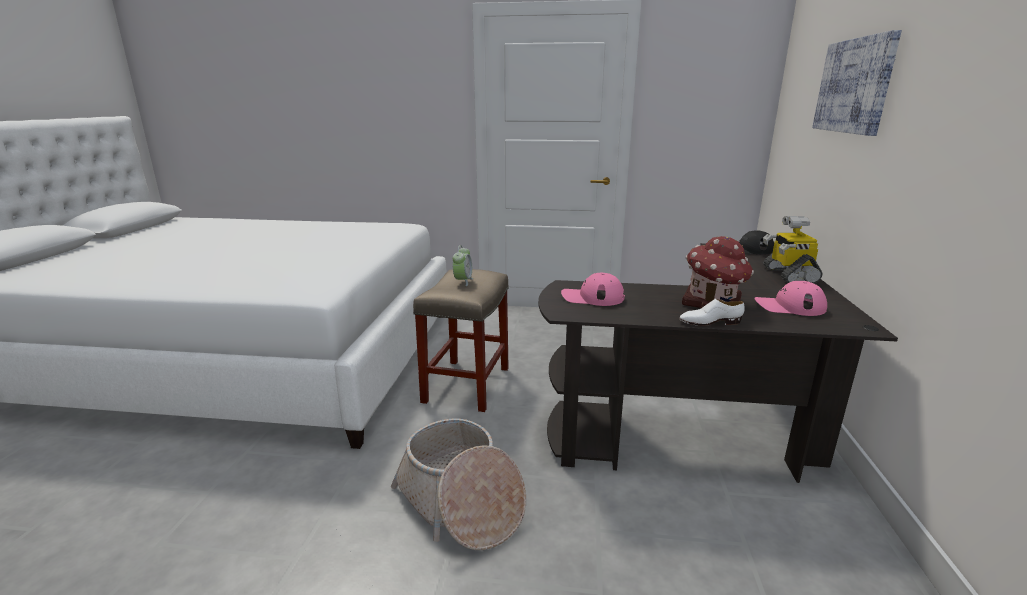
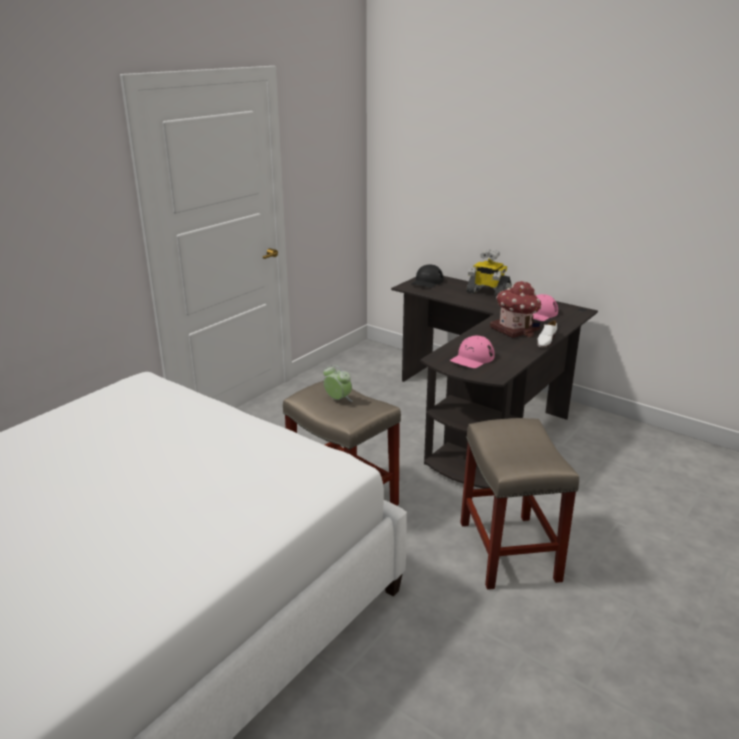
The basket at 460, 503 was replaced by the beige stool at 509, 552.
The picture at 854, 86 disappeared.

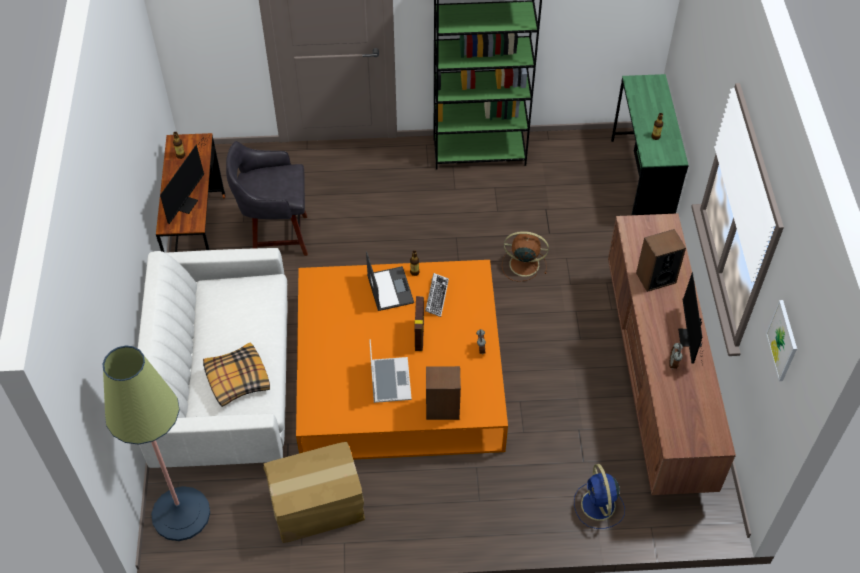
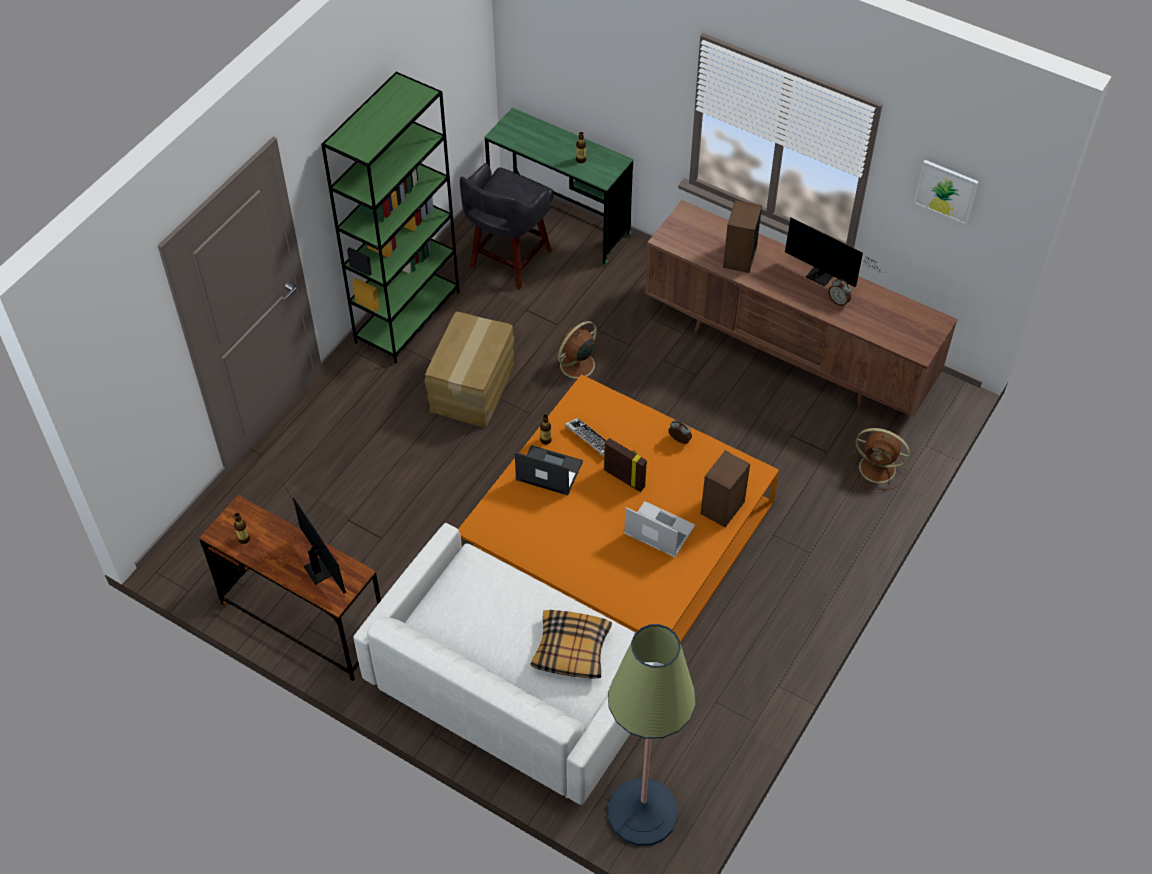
The cardboard box moved from 317, 506 to 473, 388.
The grey stool moved from 276, 236 to 508, 261.
The blue fan at 598, 506 became the brown fan at 879, 469.

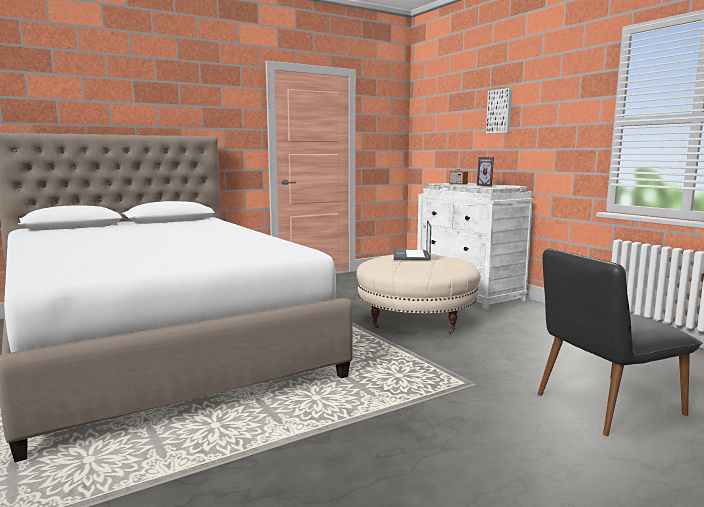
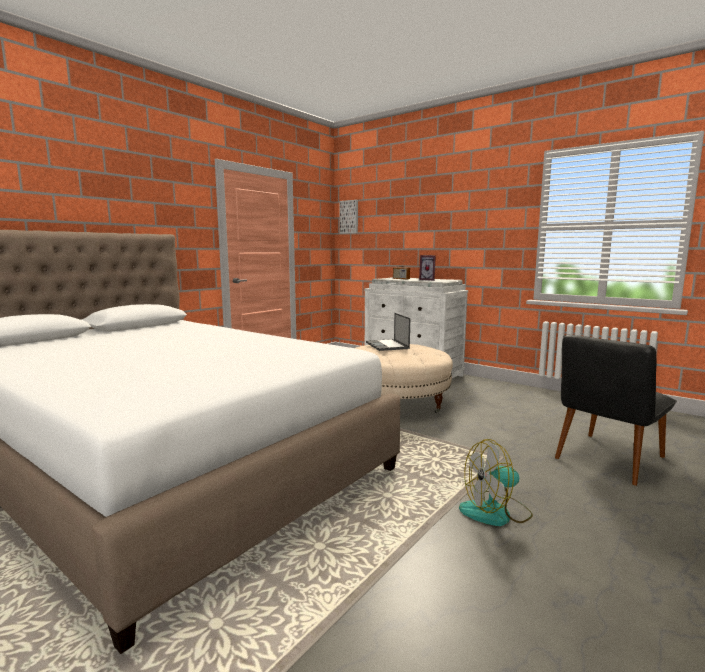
The picture moved from 500, 111 to 349, 217.
The fan at 496, 512 appeared.

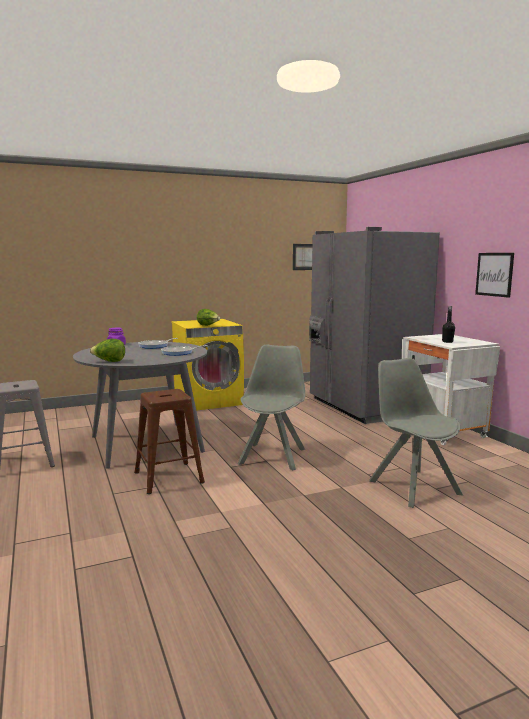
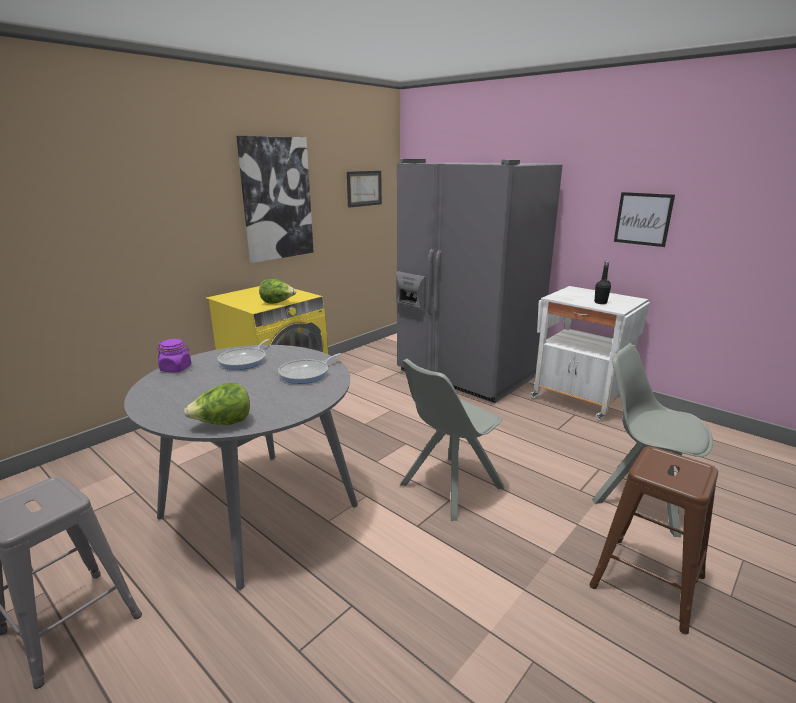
The picture at 276, 199 appeared.
The grey chair at 273, 456 turned 120 degrees counterclockwise.
The brown stool moved from 168, 477 to 647, 581.

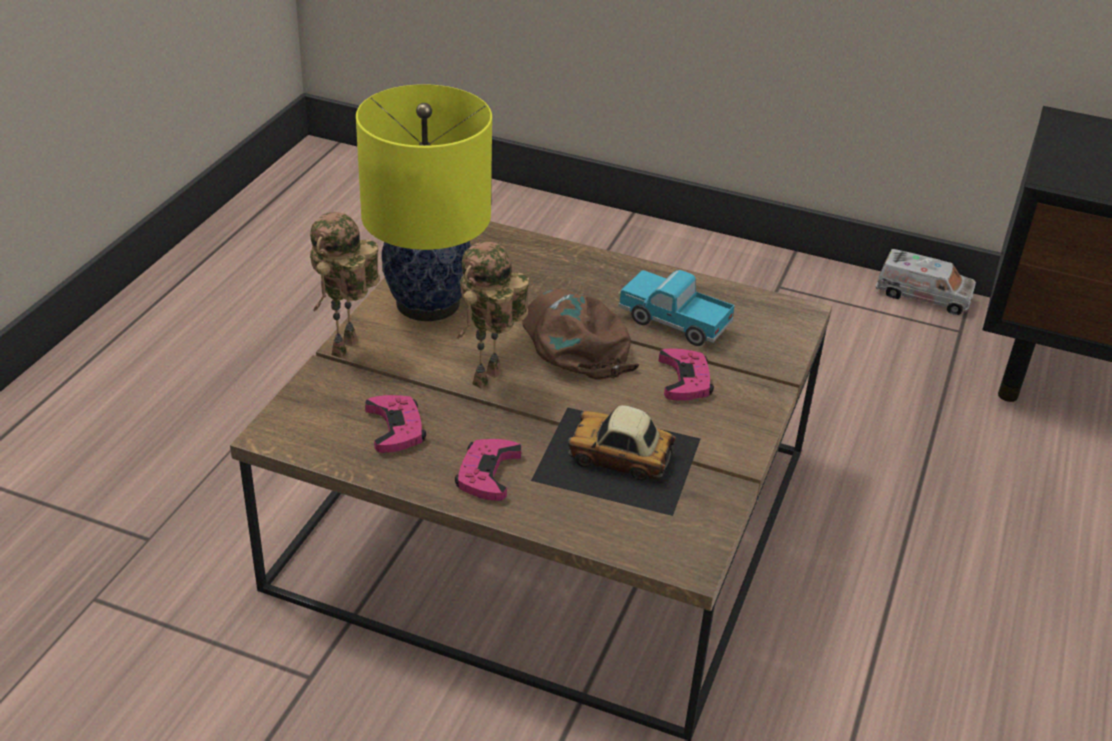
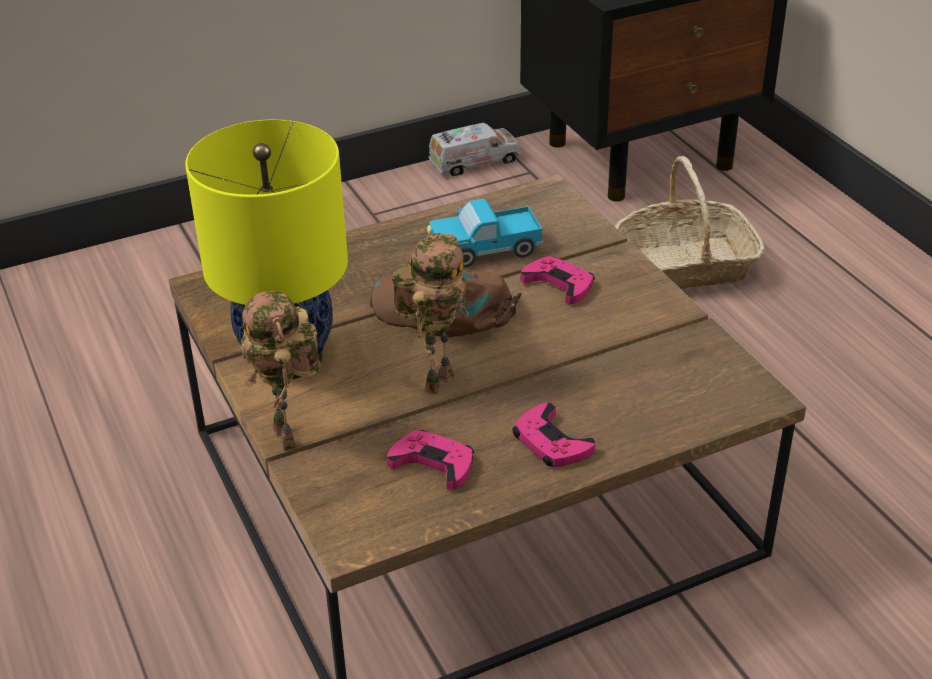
The toy robot at 489, 381 turned 135 degrees counterclockwise.
The basket at 684, 266 appeared.
The toy car at 618, 460 disappeared.

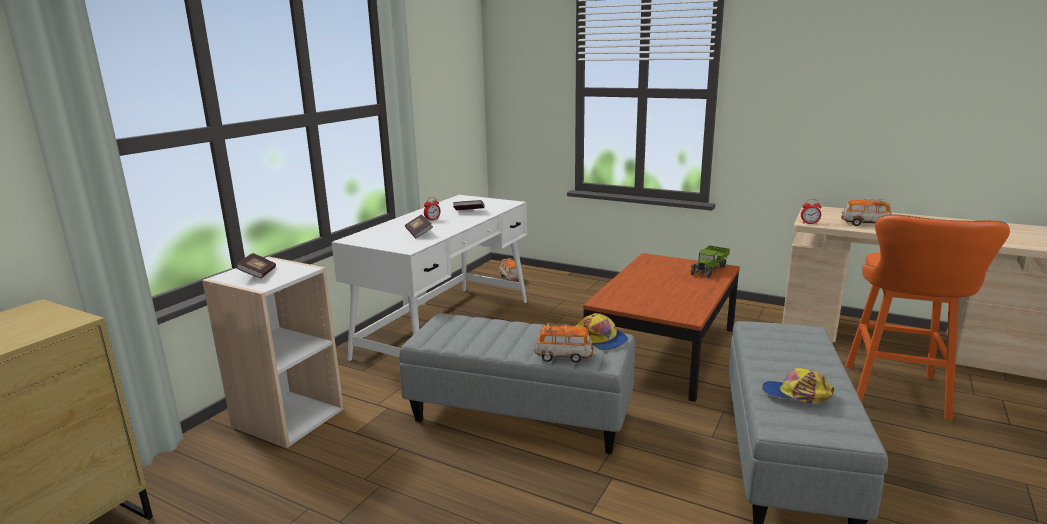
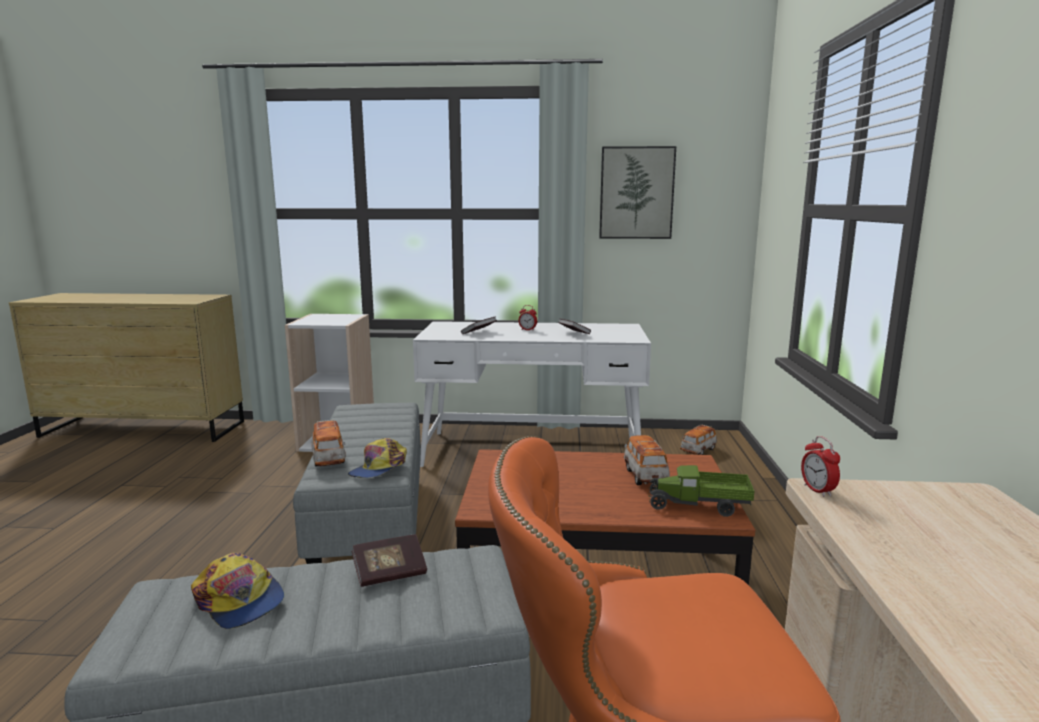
The cap at 796, 395 turned 135 degrees clockwise.
The book moved from 258, 274 to 390, 573.
The picture at 636, 193 appeared.
The toy car moved from 865, 224 to 645, 476.

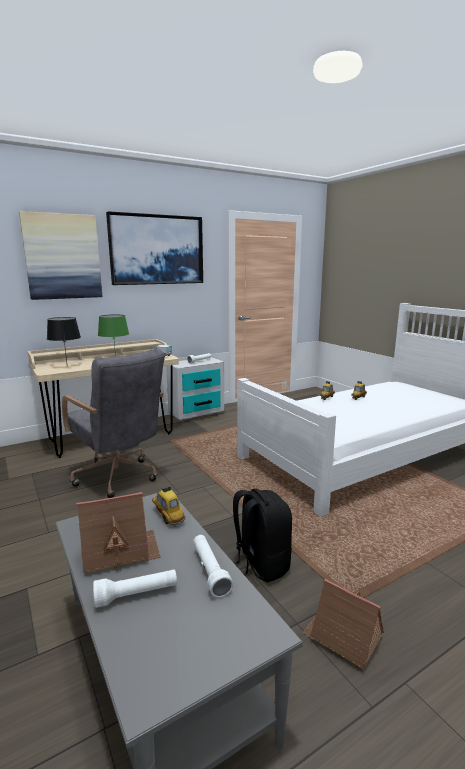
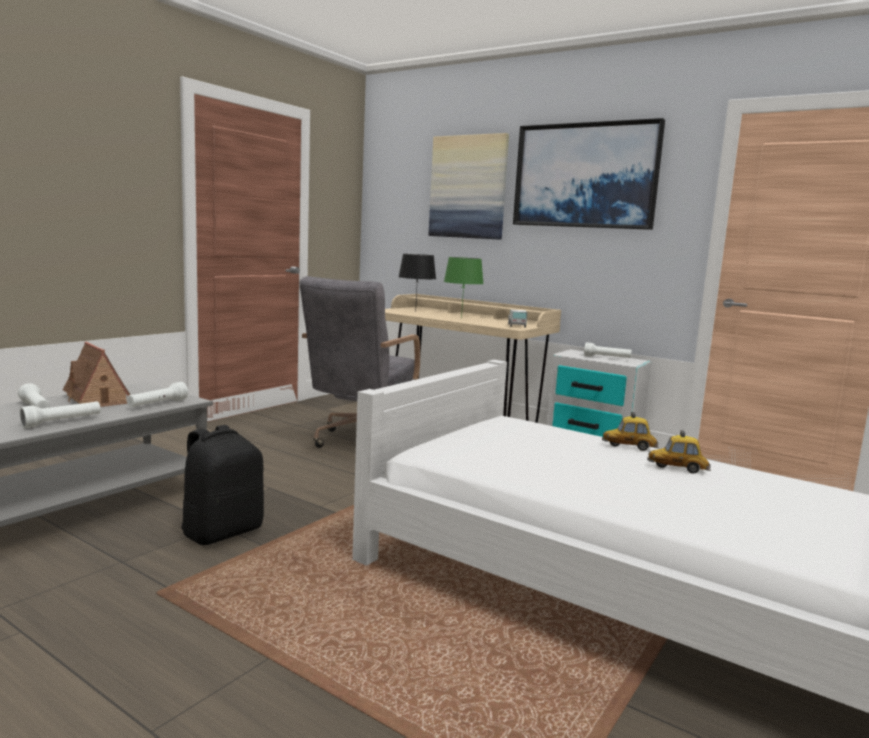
The toy car at 167, 515 was replaced by the white flashlight at 157, 404.
The toy house at 342, 637 disappeared.

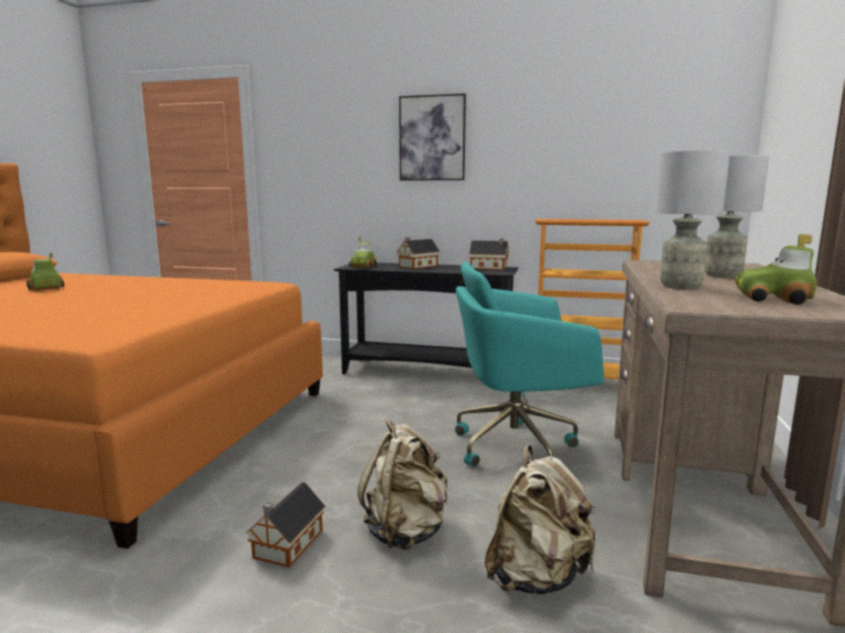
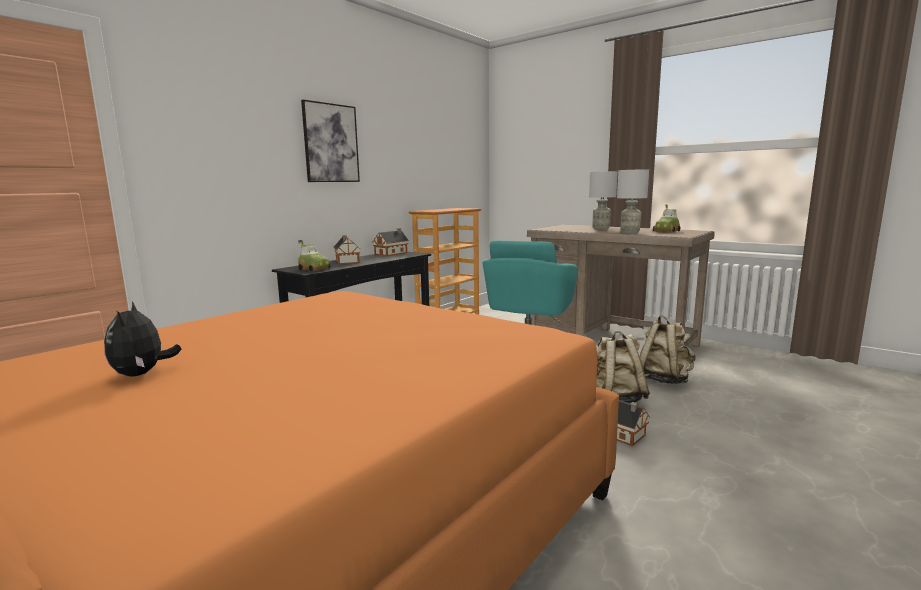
The toy car at 44, 288 was replaced by the plush toy at 142, 374.

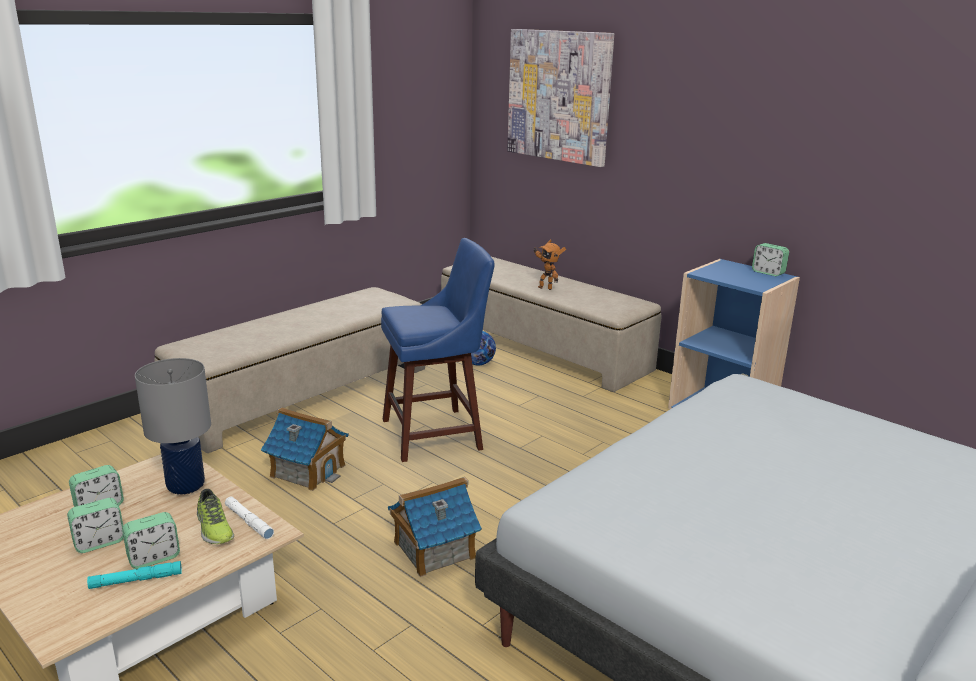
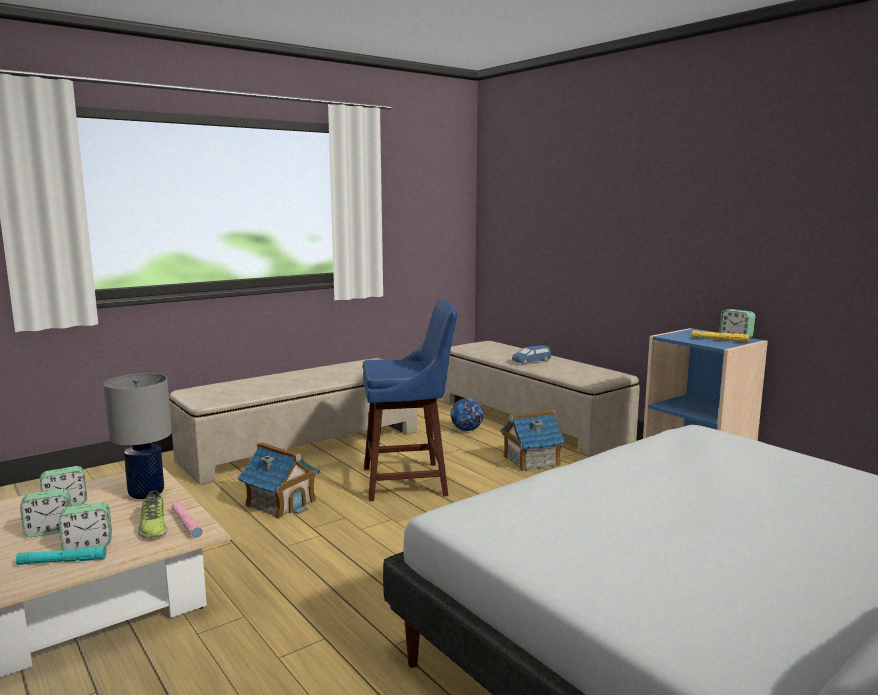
The white flashlight at 249, 522 became the pink flashlight at 186, 523.
The toy house moved from 433, 550 to 531, 461.
The toy robot at 545, 288 was replaced by the blue toy car at 531, 362.
The yellow flashlight at 719, 340 appeared.
The picture at 559, 96 disappeared.

